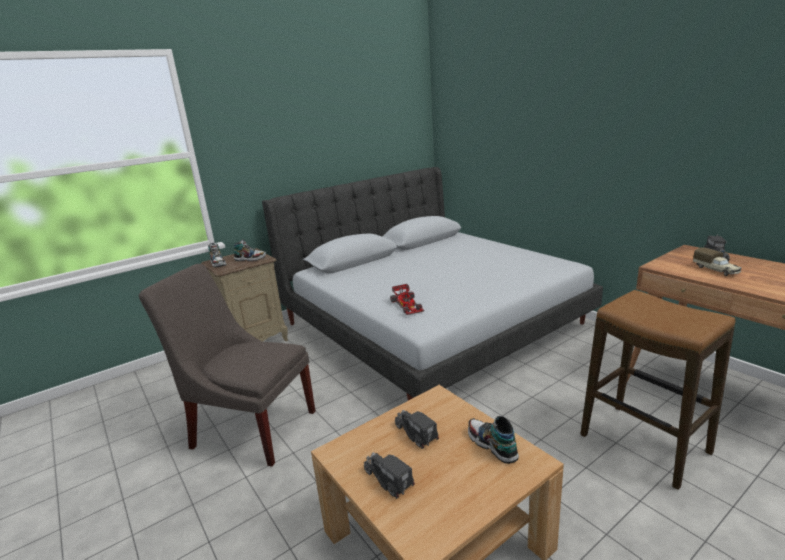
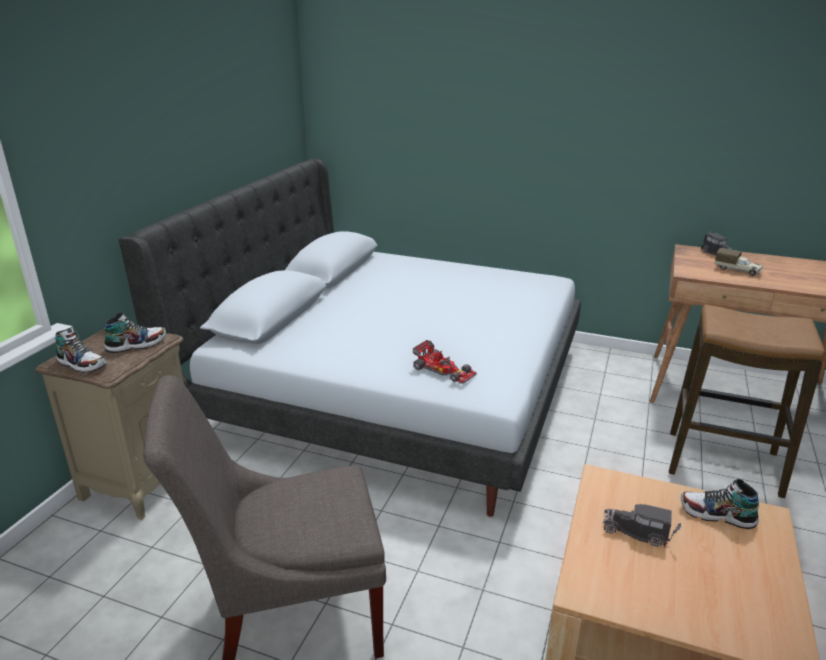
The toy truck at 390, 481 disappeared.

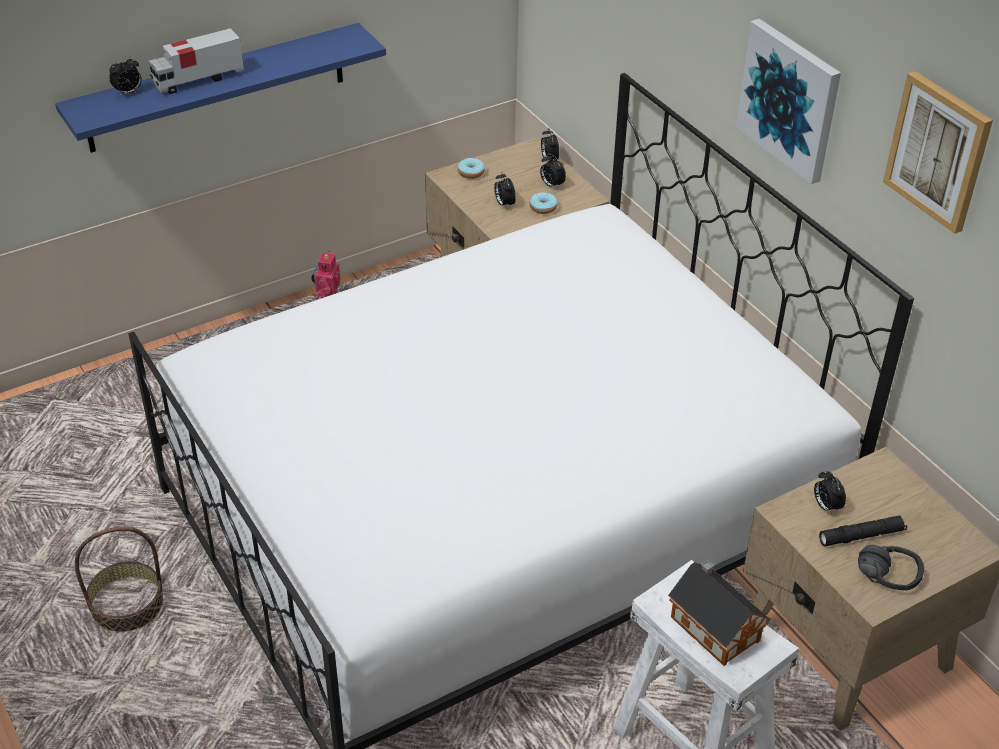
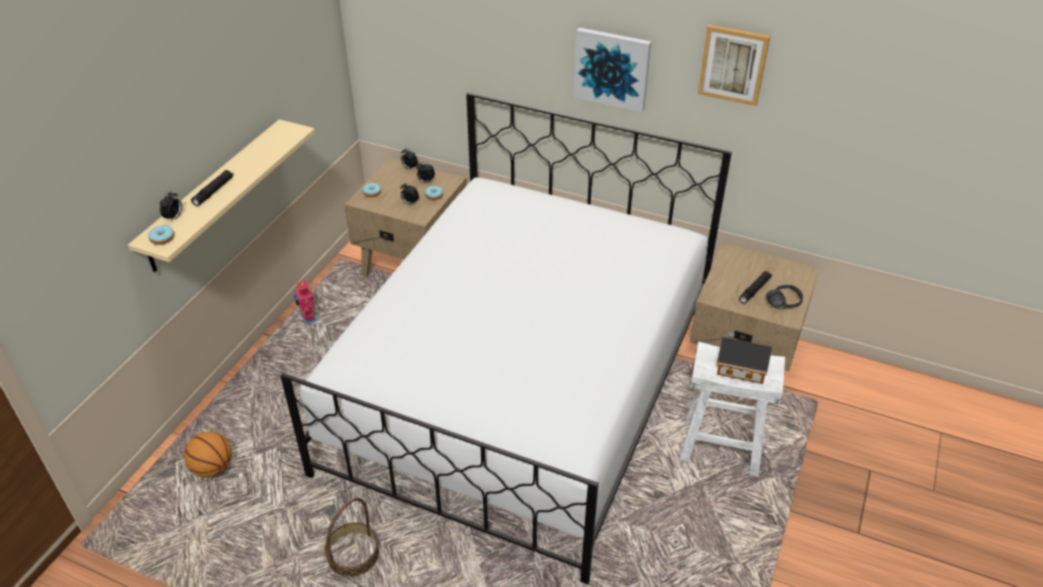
The blue shelf at 217, 88 became the beige shelf at 214, 195.
The donut at 162, 239 appeared.
The basketball at 213, 468 appeared.
The toy truck at 198, 80 was replaced by the black flashlight at 214, 191.
The alarm clock at 826, 506 disappeared.

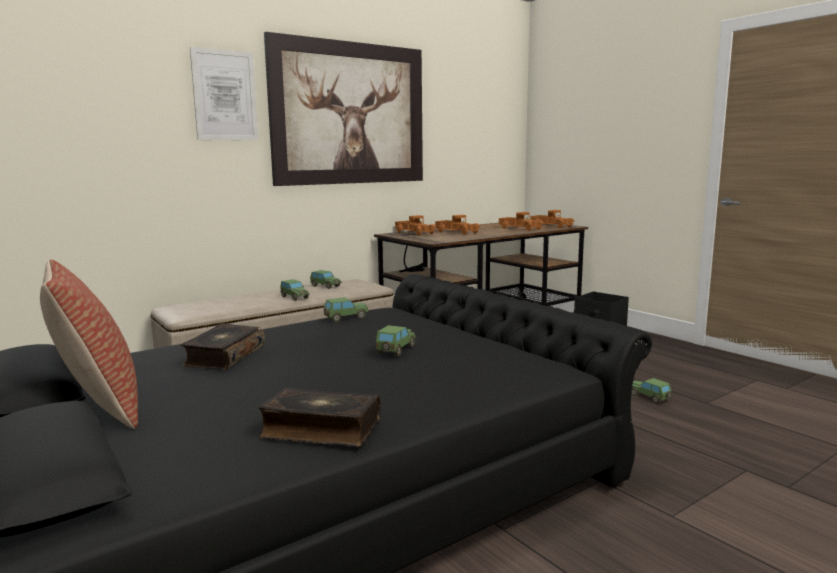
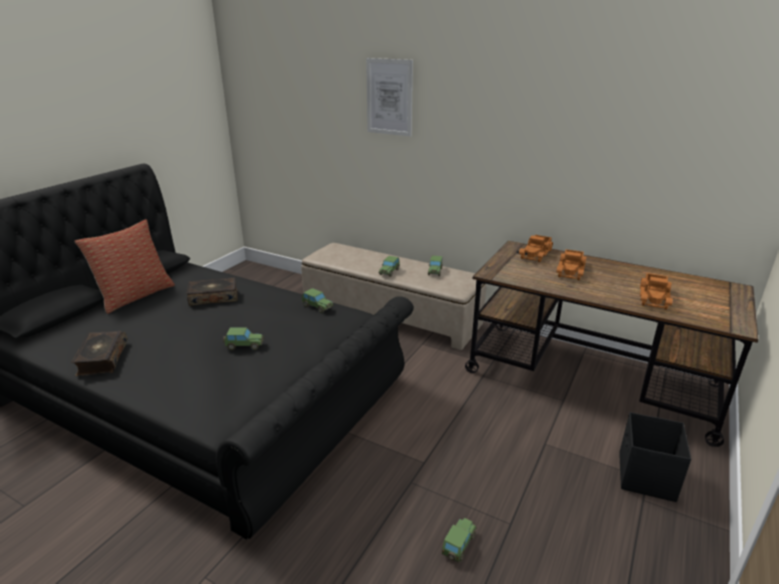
The picture at 350, 114 disappeared.
The toy truck at 551, 226 disappeared.

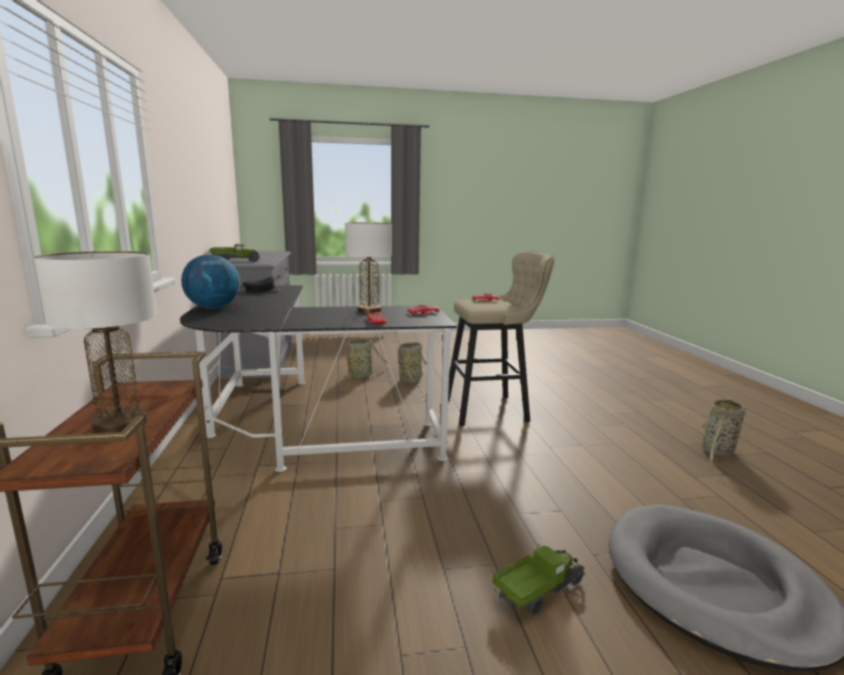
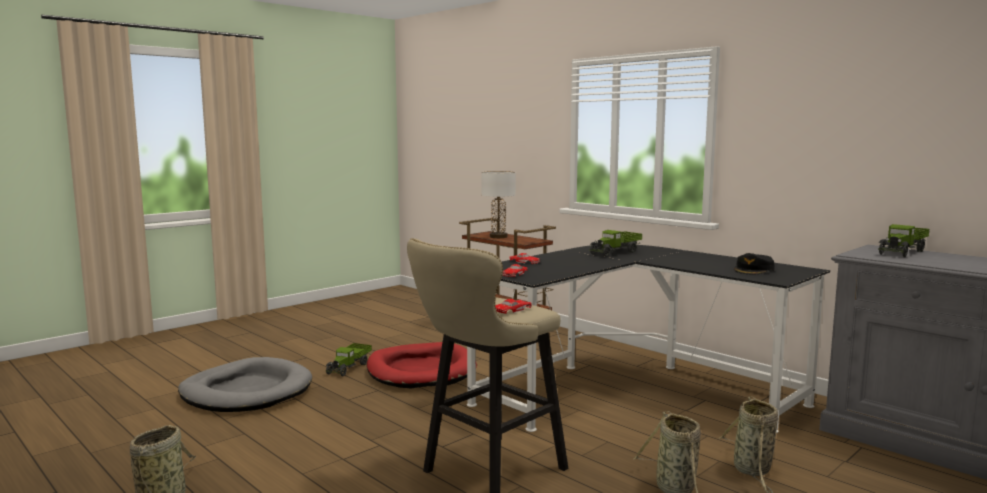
The red dog bed at 421, 370 appeared.
The toy truck at 615, 252 appeared.
The globe at 213, 308 disappeared.
The table lamp at 369, 311 disappeared.

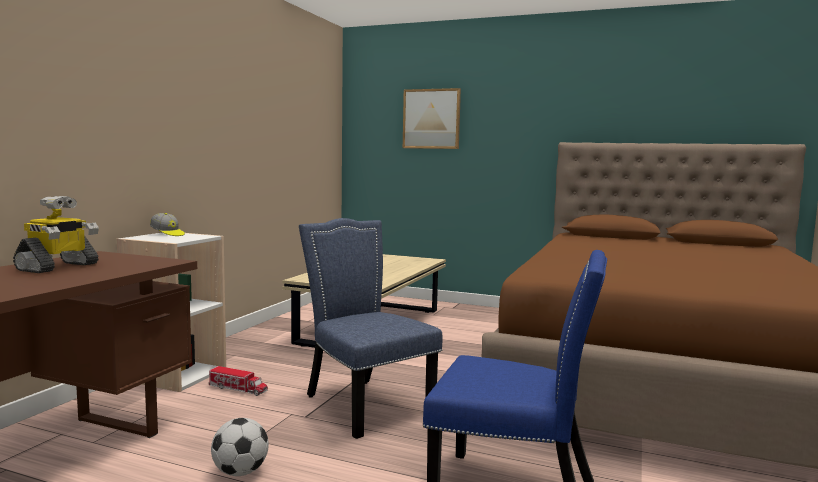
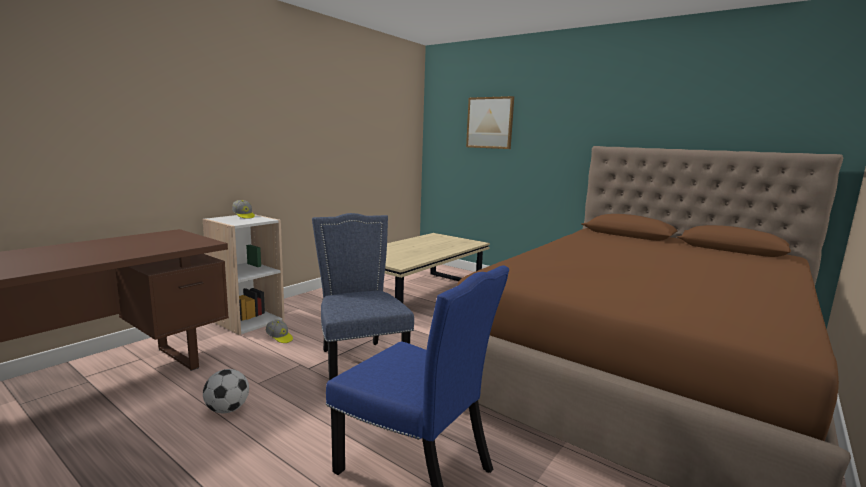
The toy truck at 238, 389 was replaced by the cap at 279, 338.
The toy robot at 58, 267 disappeared.

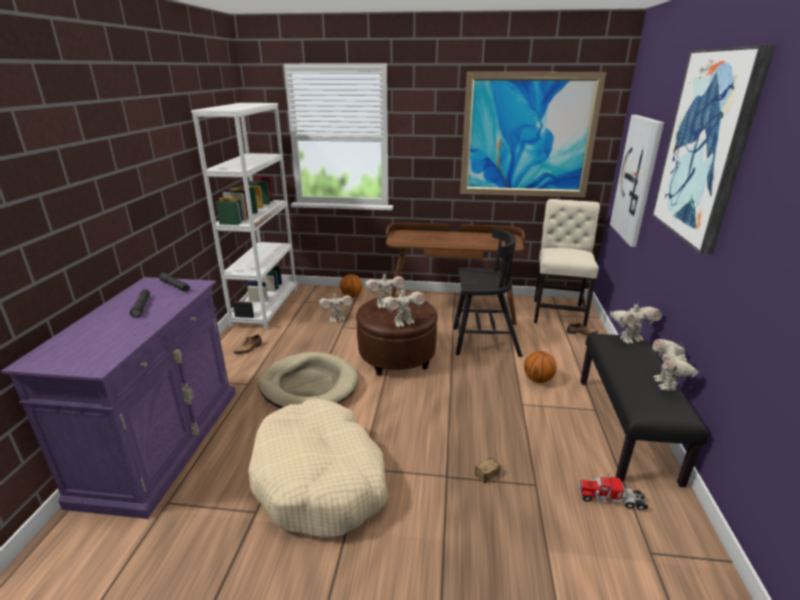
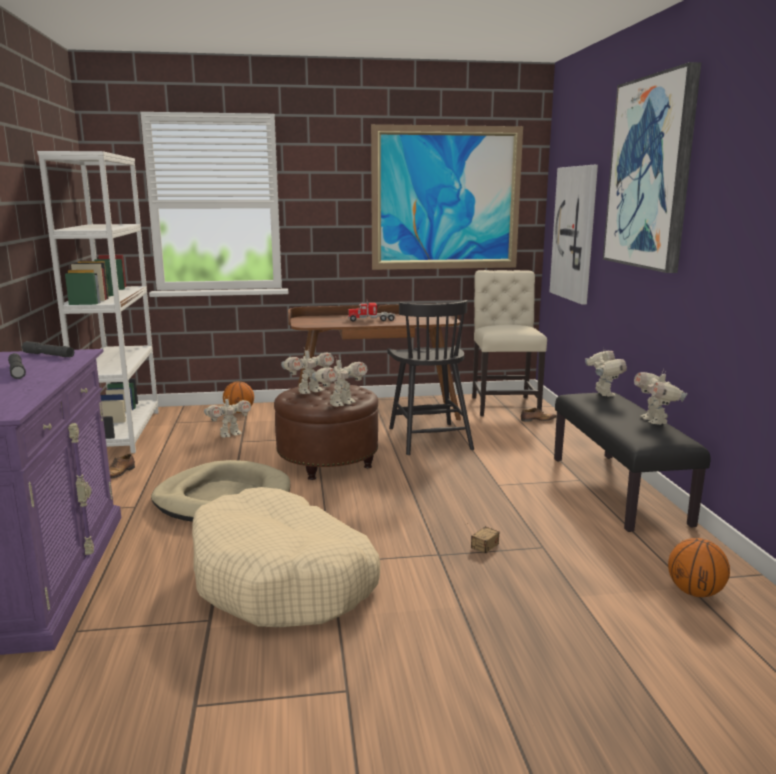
The toy truck moved from 611, 499 to 372, 320.
The black chair at 483, 341 turned 90 degrees clockwise.
The toy robot at 629, 339 turned 60 degrees counterclockwise.
The basketball moved from 538, 379 to 694, 592.

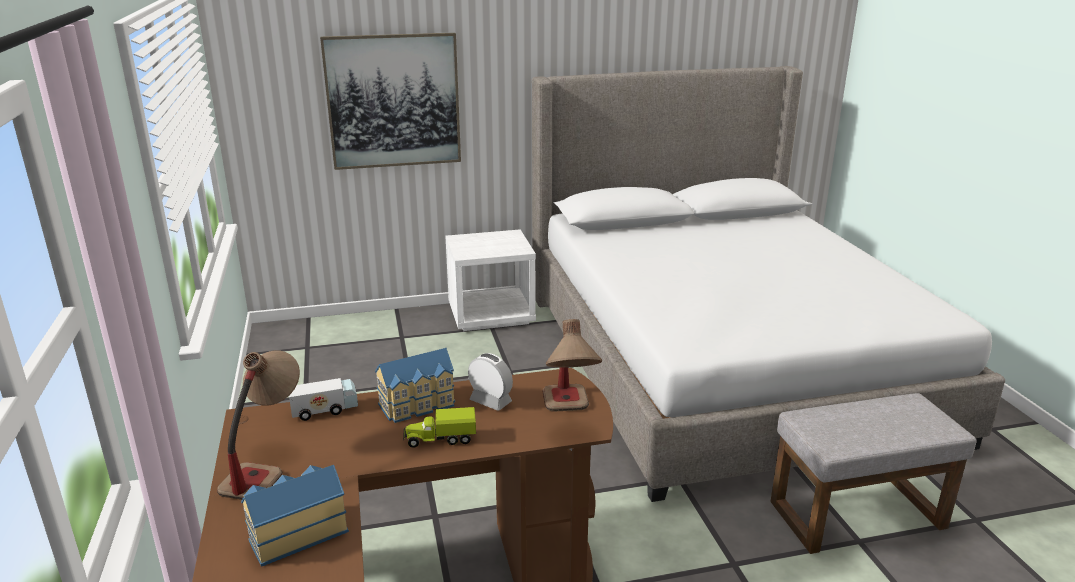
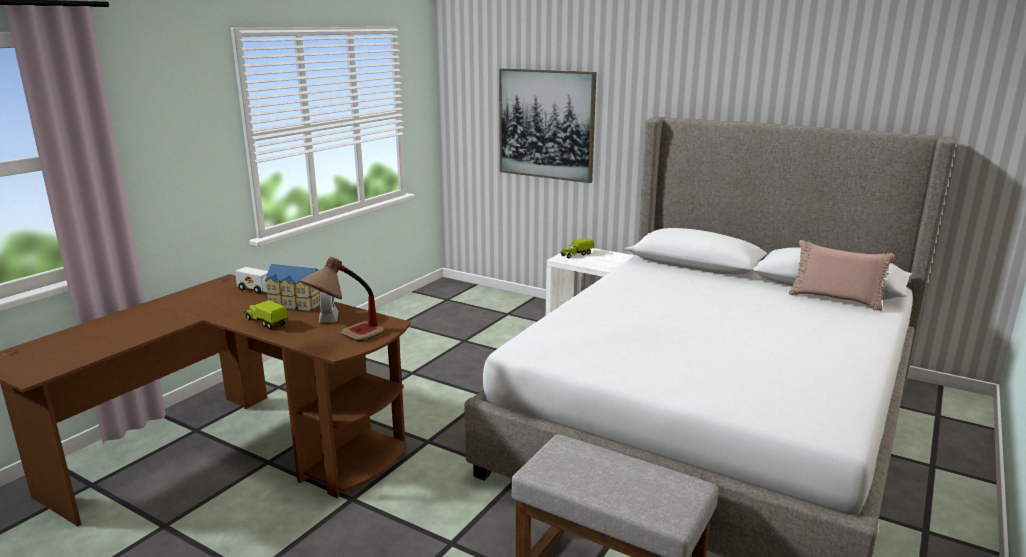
The toy truck at 576, 255 appeared.
The beige pillow at 835, 300 appeared.
The table lamp at 265, 465 disappeared.
The toy house at 296, 533 disappeared.

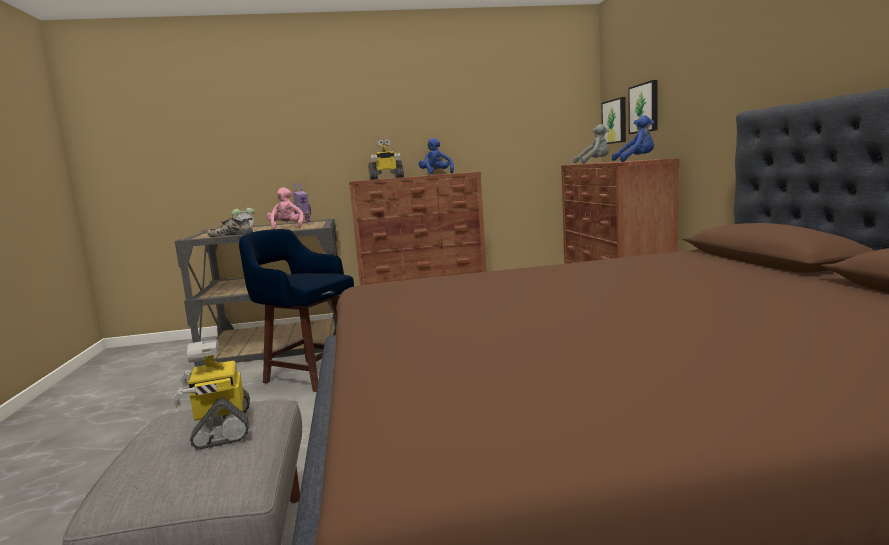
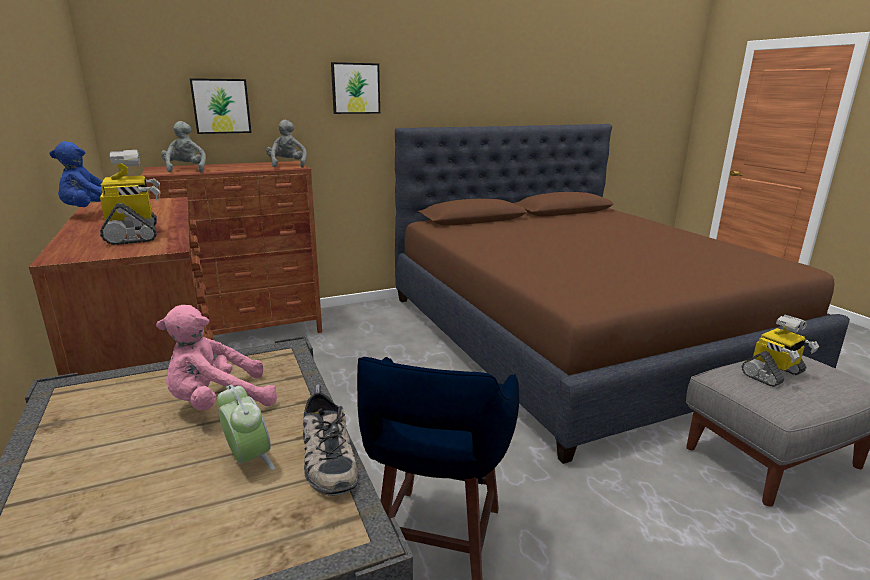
The blue plush toy at 636, 160 became the grey plush toy at 287, 165.
The picture moved from 615, 121 to 355, 88.
The toy robot at 303, 224 disappeared.

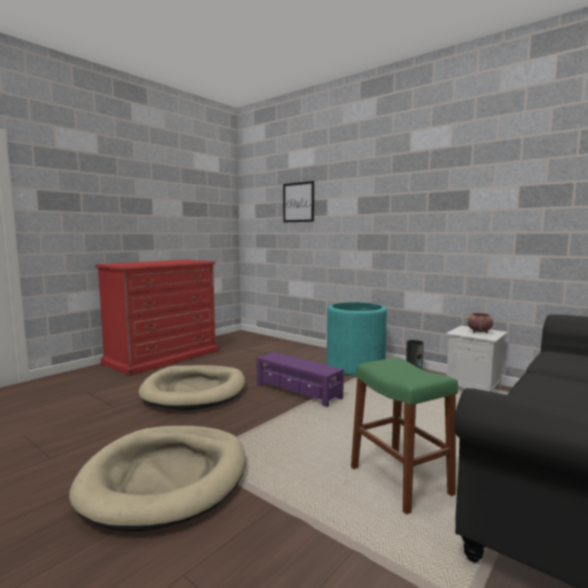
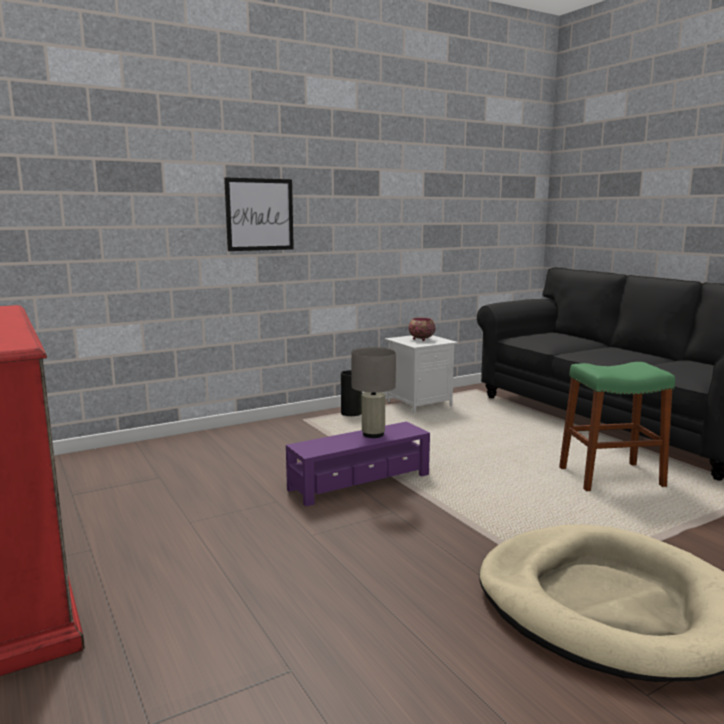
The picture moved from 298, 202 to 259, 214.
The grey table lamp at 372, 434 appeared.
The beige dog bed at 194, 391 disappeared.
The turquoise planter at 355, 366 disappeared.

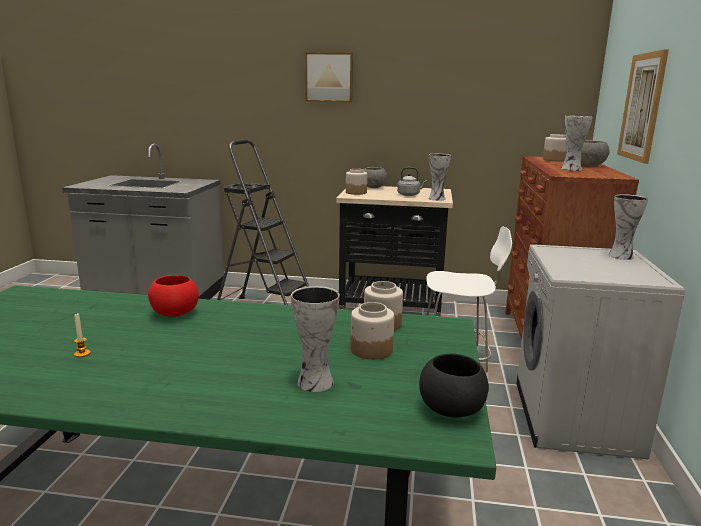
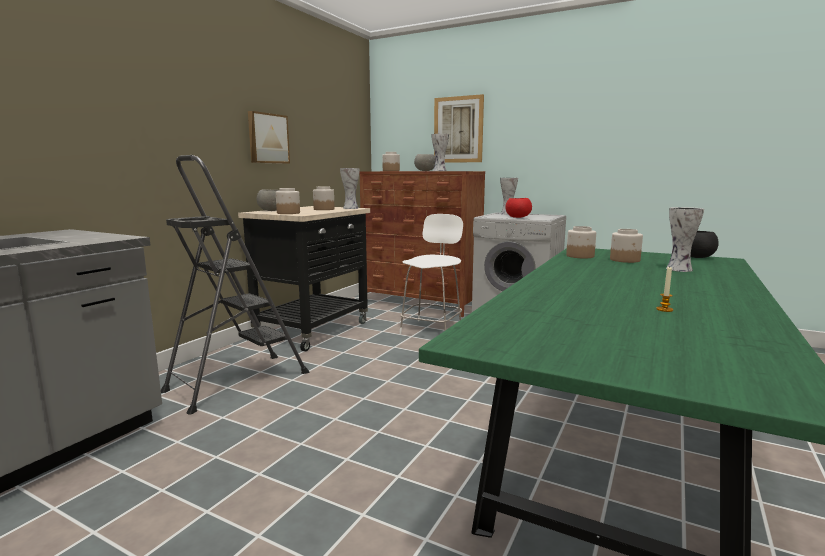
The picture moved from 329, 77 to 267, 138.
The grey kettle at 409, 195 was replaced by the jar at 324, 209.
The red bowl moved from 174, 314 to 518, 217.

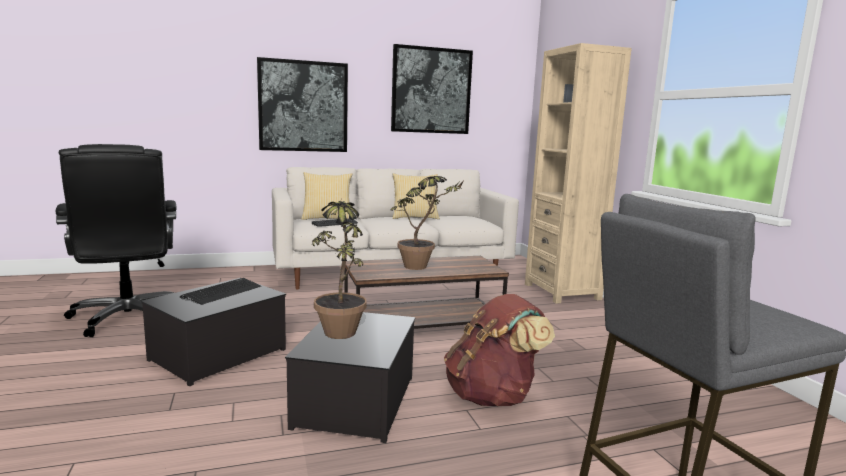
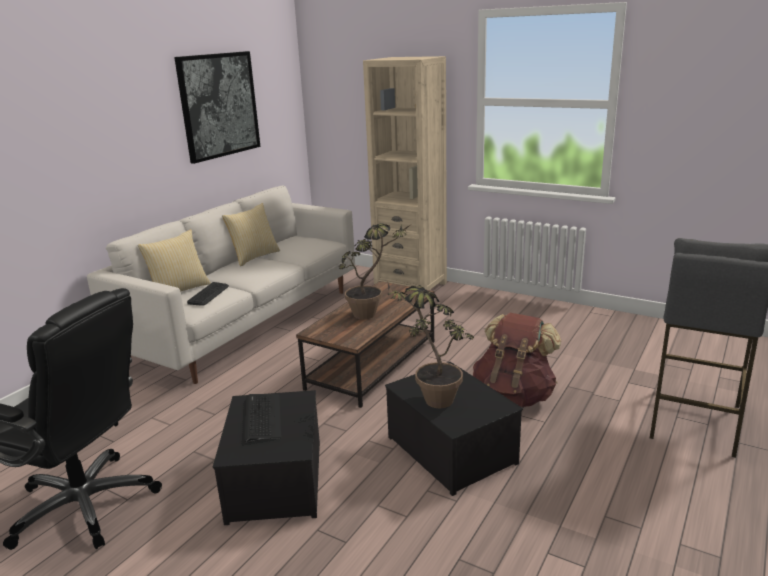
The picture at 303, 106 disappeared.

